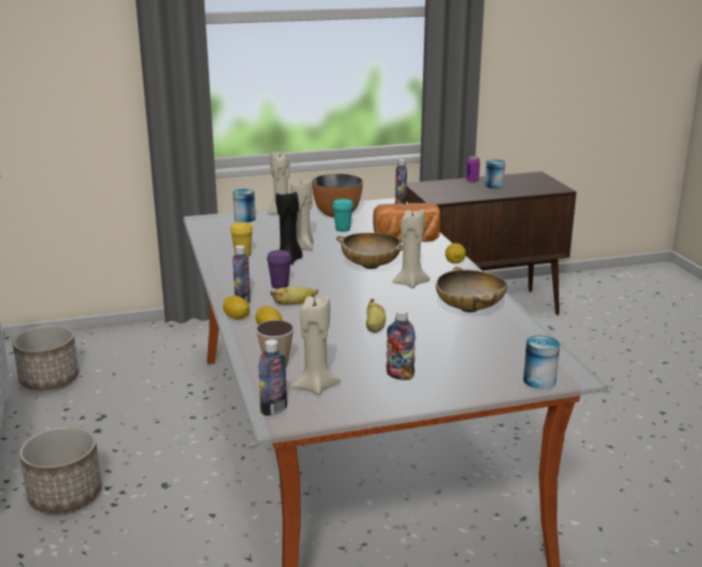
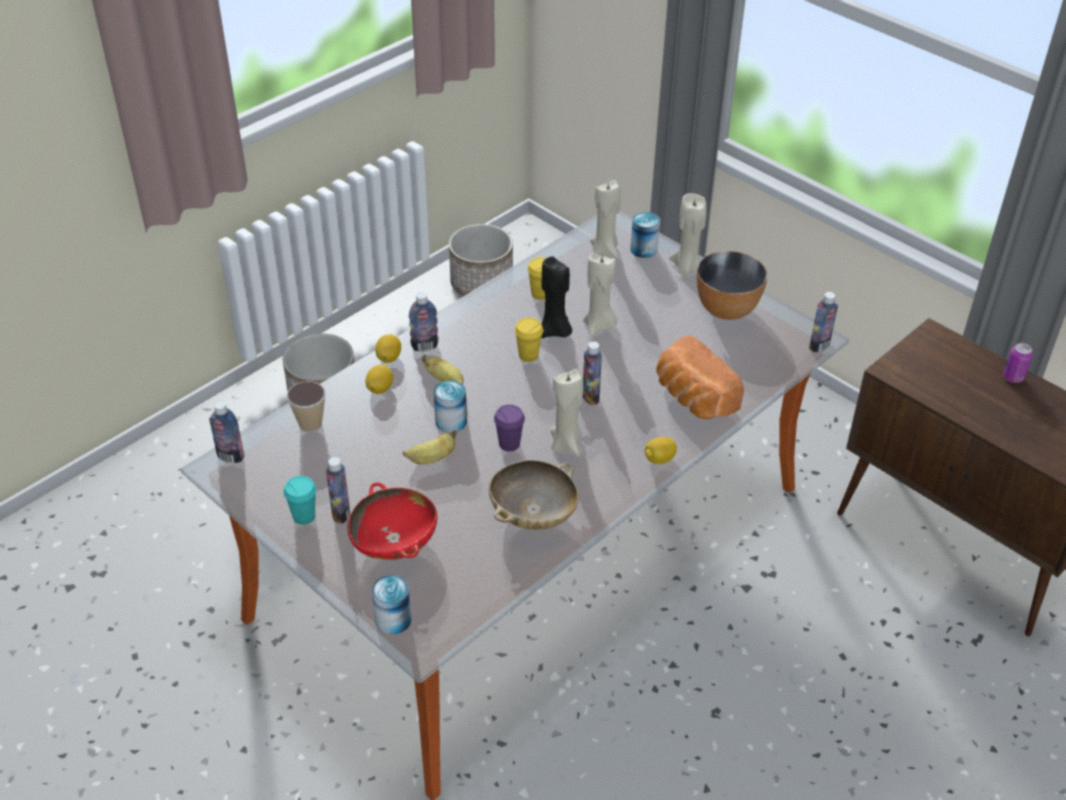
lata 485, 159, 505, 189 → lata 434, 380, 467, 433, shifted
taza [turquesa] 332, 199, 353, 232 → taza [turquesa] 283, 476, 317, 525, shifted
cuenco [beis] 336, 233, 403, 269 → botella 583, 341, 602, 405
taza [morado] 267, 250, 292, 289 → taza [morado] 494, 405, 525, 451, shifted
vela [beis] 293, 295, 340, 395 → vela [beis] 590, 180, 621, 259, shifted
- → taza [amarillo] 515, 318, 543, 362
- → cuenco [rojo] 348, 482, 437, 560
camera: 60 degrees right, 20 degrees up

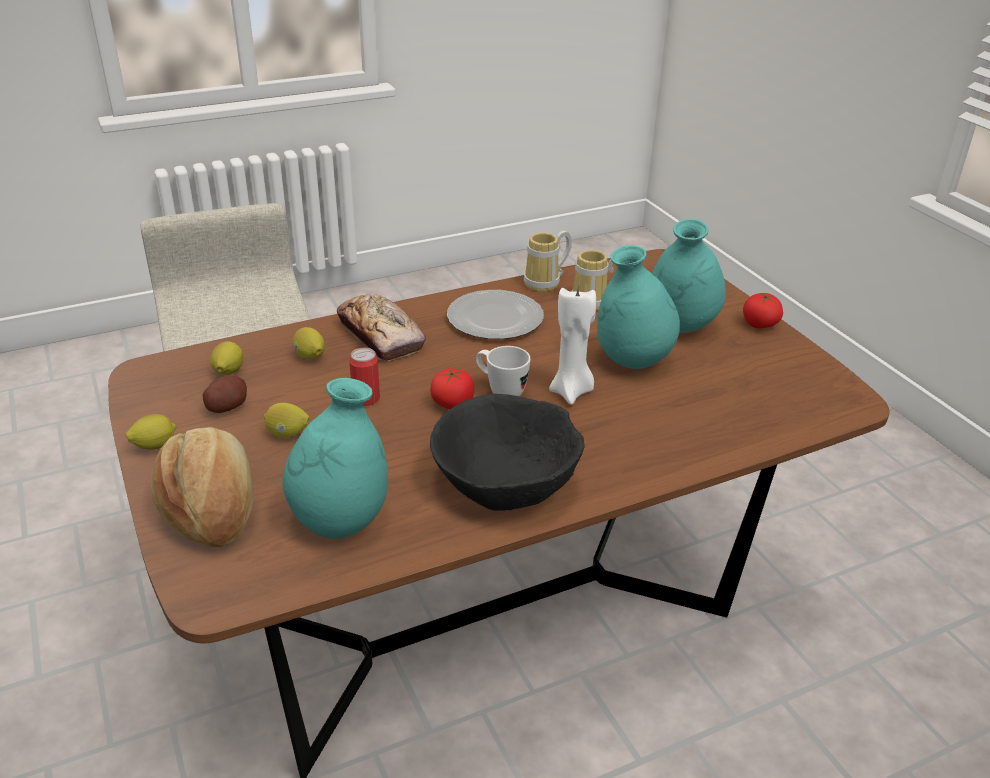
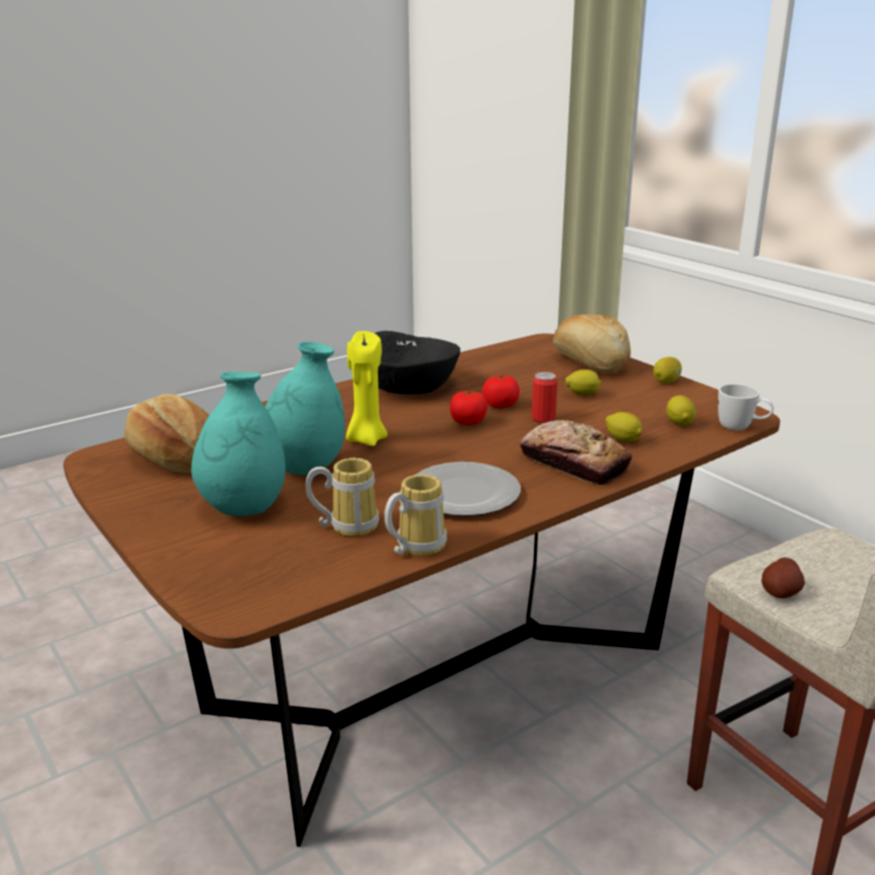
vela [blanco] 549, 286, 596, 405 → vela [amarillo] 346, 331, 387, 446
tomate 743, 293, 783, 328 → tomate 482, 374, 520, 408, shifted
taza grande [blanco] 476, 346, 530, 396 → taza grande [blanco] 718, 384, 774, 431, shifted
patata 203, 376, 247, 413 → patata 762, 557, 805, 598, shifted
florero [turquesa] 283, 378, 388, 539 → -
- → pan 124, 394, 209, 473
camera: 170 degrees right, 10 degrees down

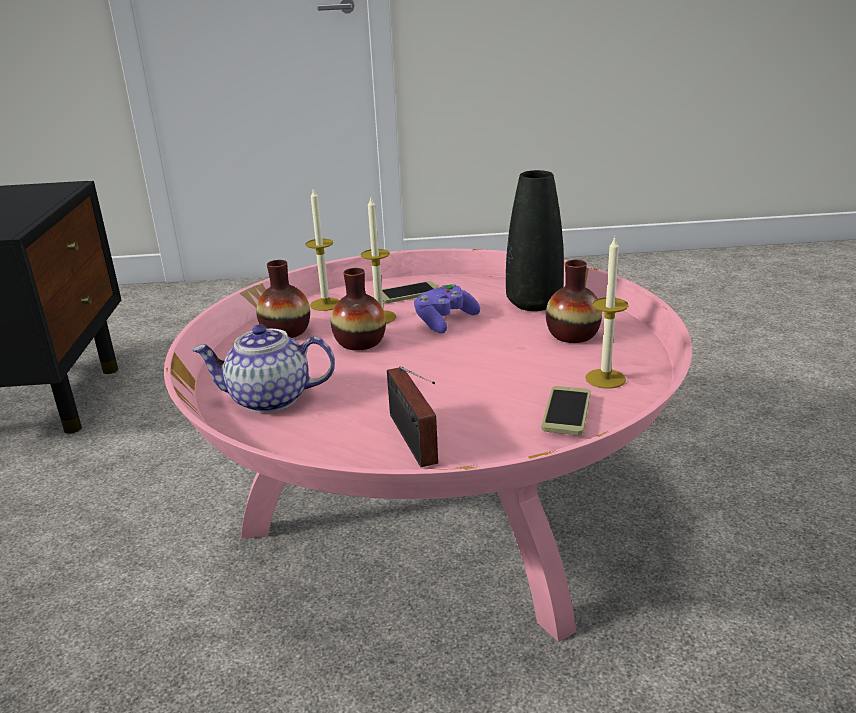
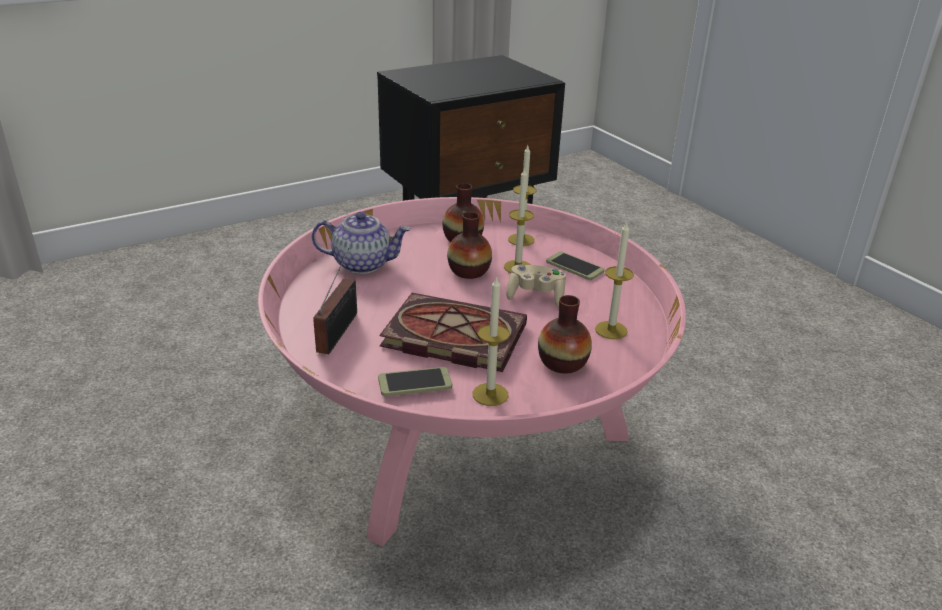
florero [negro] 506, 170, 564, 311 → vela 595, 222, 634, 339
mando de consola [morado] 414, 284, 480, 333 → mando de consola [beis] 506, 264, 566, 307
tetera 192, 324, 335, 413 → tetera 312, 212, 411, 274, 120 degrees clockwise
radio 387, 367, 438, 467 → radio 313, 248, 357, 354, 150 degrees clockwise
- → libro 379, 293, 527, 372
camera: 60 degrees right, 5 degrees up

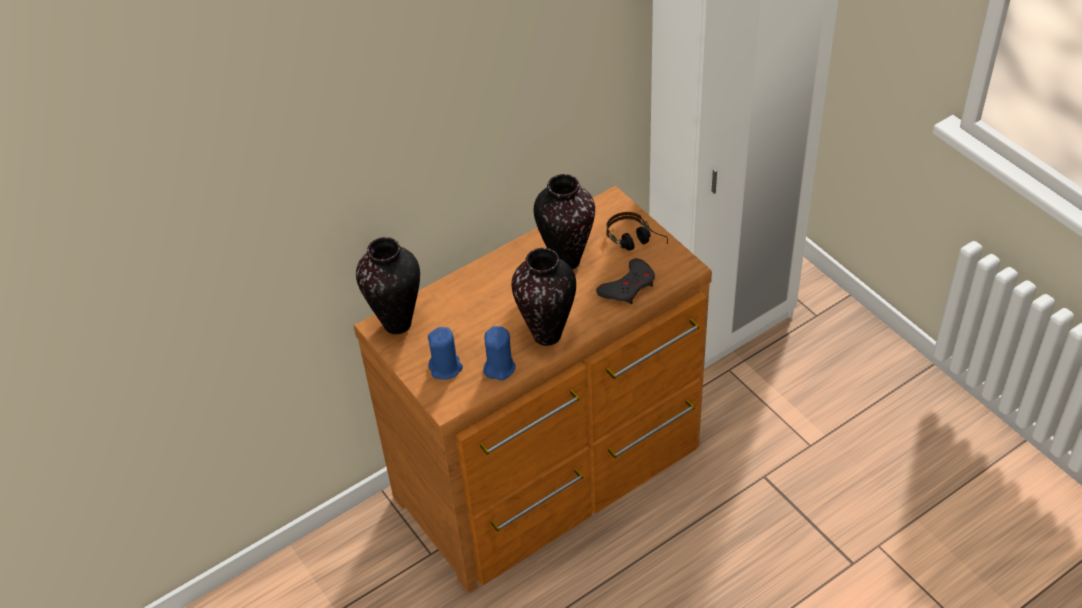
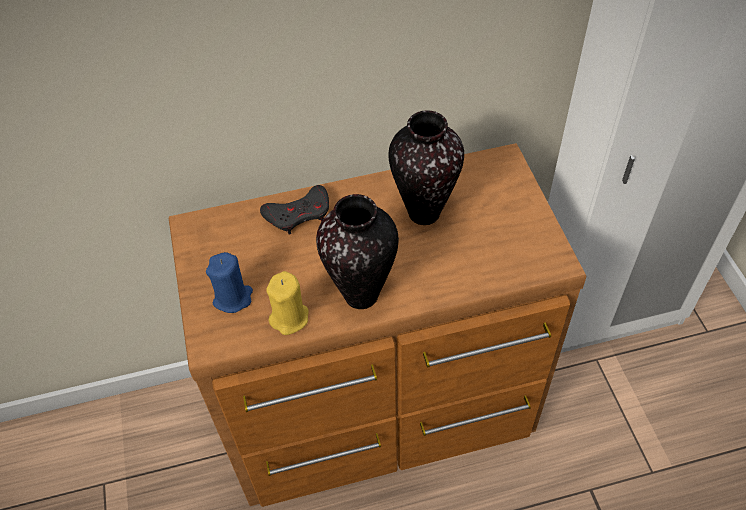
auriculares 606, 212, 668, 251 → -
florero 356, 237, 420, 334 → -
mando de consola [gris] 596, 258, 655, 304 → mando de consola [gris] 260, 185, 329, 234, shifted
vela [azul] 483, 326, 516, 381 → vela [amarillo] 266, 271, 309, 335
camera: 20 degrees right, 5 degrees up

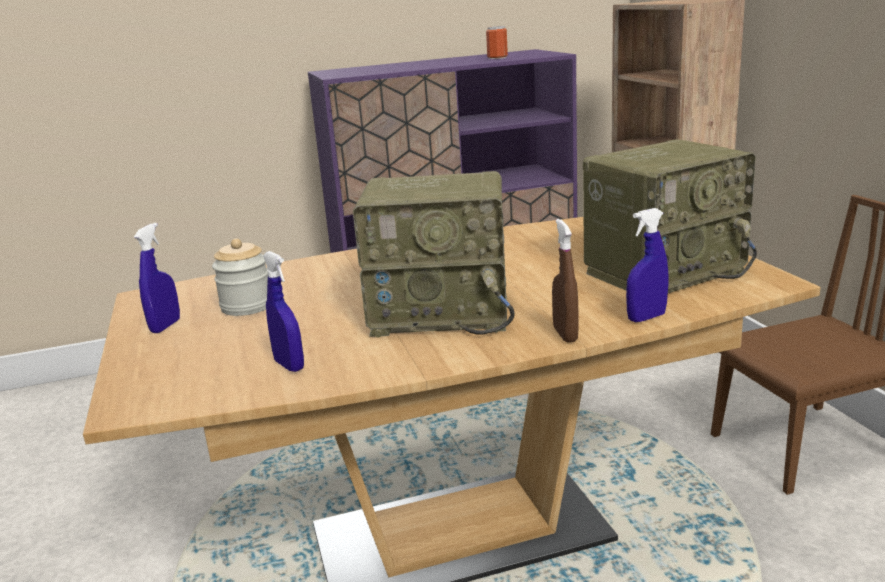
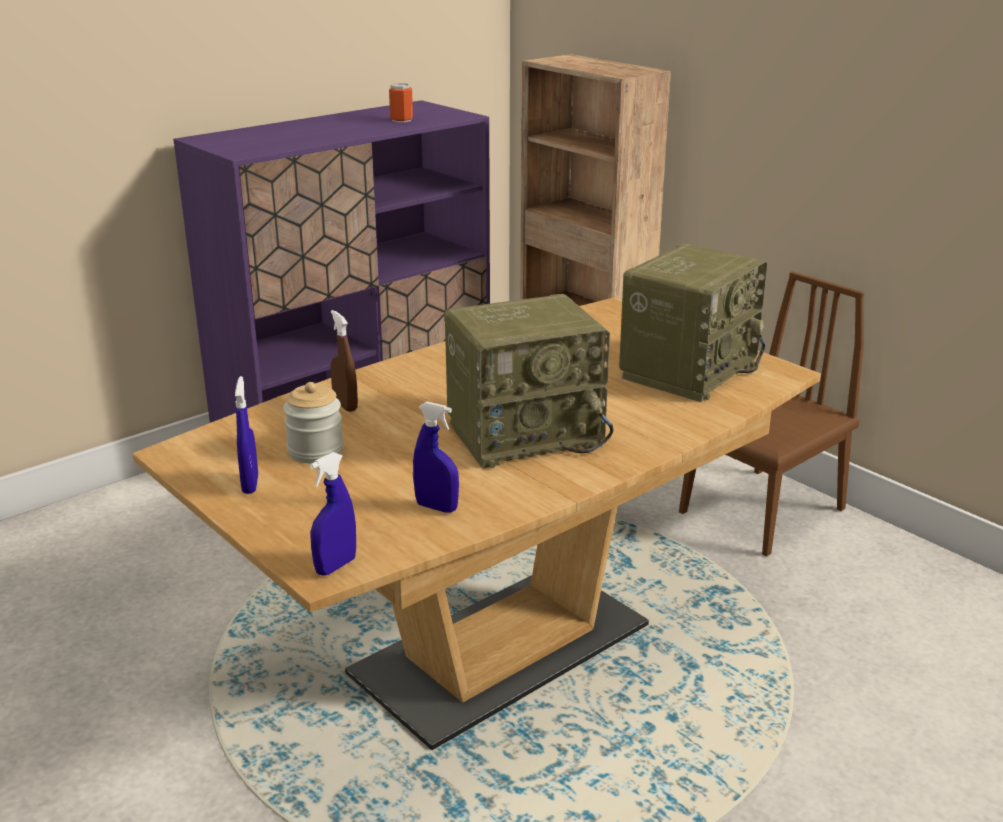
pulverizador [azul] 626, 208, 669, 322 → pulverizador [azul] 310, 452, 356, 576, shifted
pulverizador [marrón] 552, 219, 579, 343 → pulverizador [marrón] 330, 310, 358, 412, shifted
camera: 25 degrees left, 5 degrees up

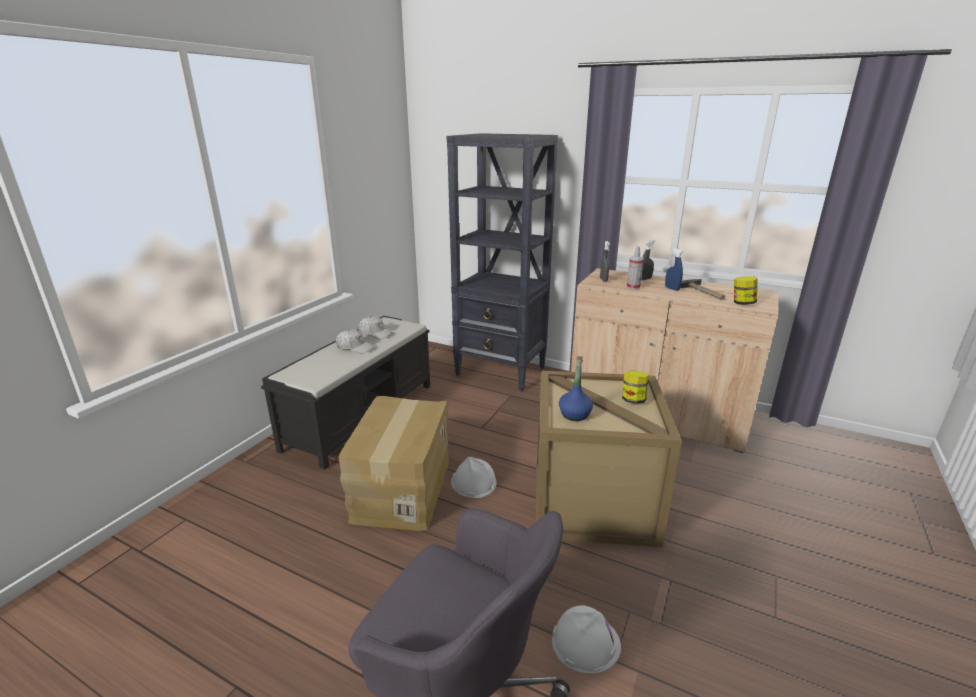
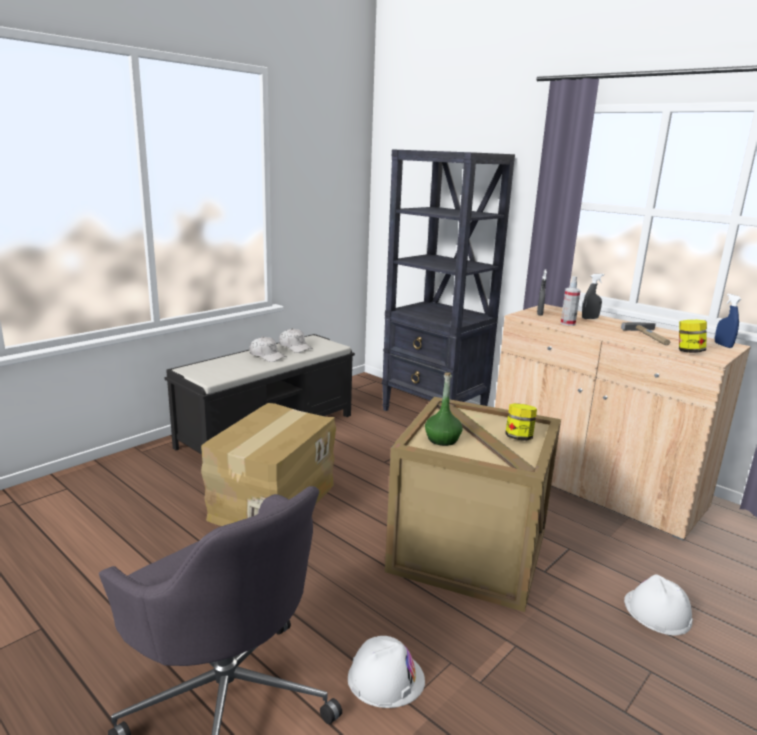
pulverizador [azul] 665, 247, 683, 291 → pulverizador [azul] 715, 294, 742, 348, shifted
botella [azul] 559, 356, 593, 421 → botella [verde] 425, 372, 463, 446
casco [blanco] 451, 457, 496, 498 → casco [blanco] 624, 574, 693, 636, shifted
camera: 15 degrees right, 5 degrees down

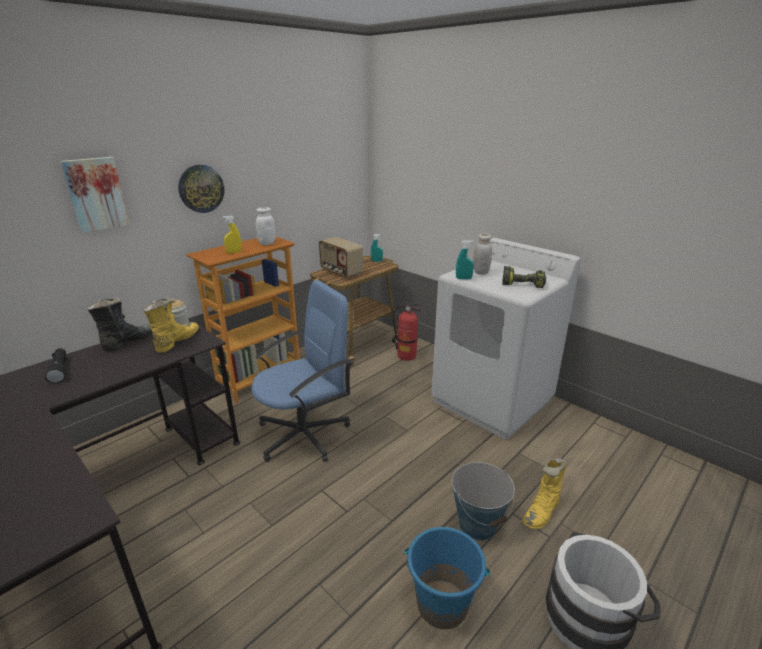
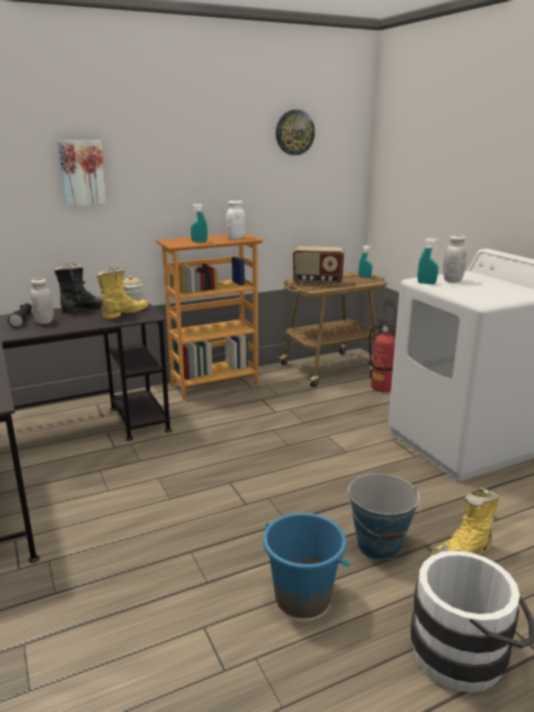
reloj de pared 178, 165, 224, 213 → reloj de pared 276, 110, 315, 155, shifted
pulverizador [amarillo] 222, 215, 242, 253 → pulverizador [turquesa] 191, 204, 207, 242
radio 319, 237, 363, 278 → radio 293, 246, 344, 285, 60 degrees counterclockwise
taladro 502, 266, 546, 288 → -
silla de oficina [azul] 251, 280, 352, 462 → -
- → tarro [blanco] 31, 278, 54, 324
camera: 20 degrees right, 5 degrees down

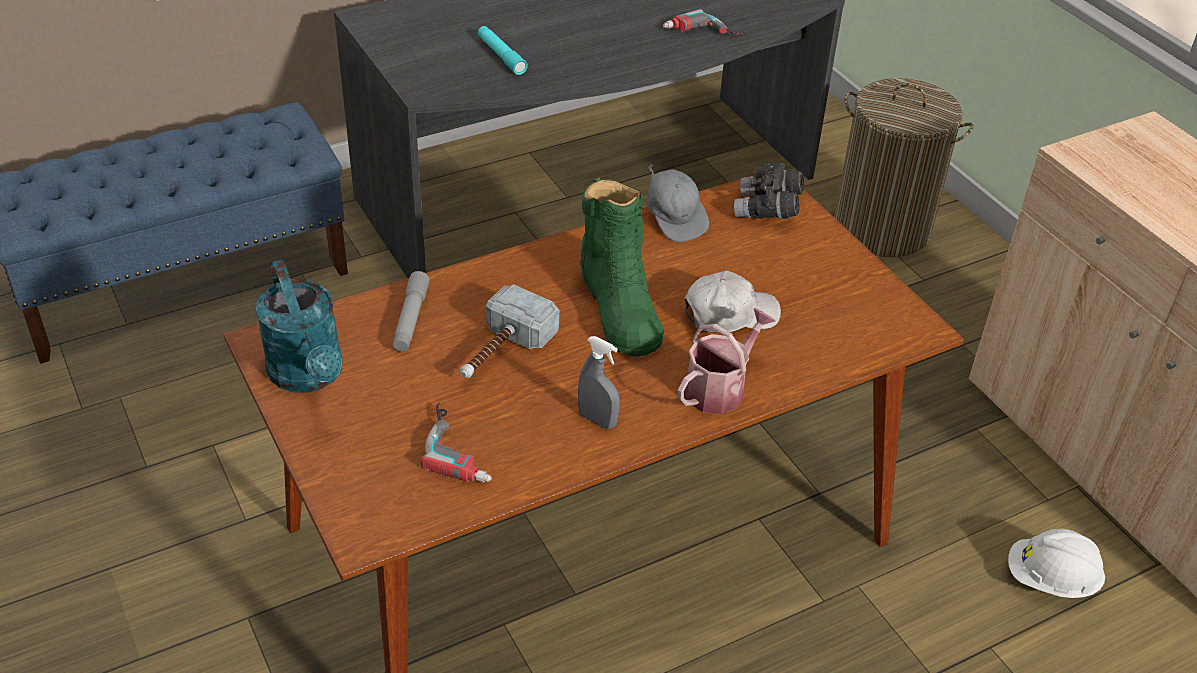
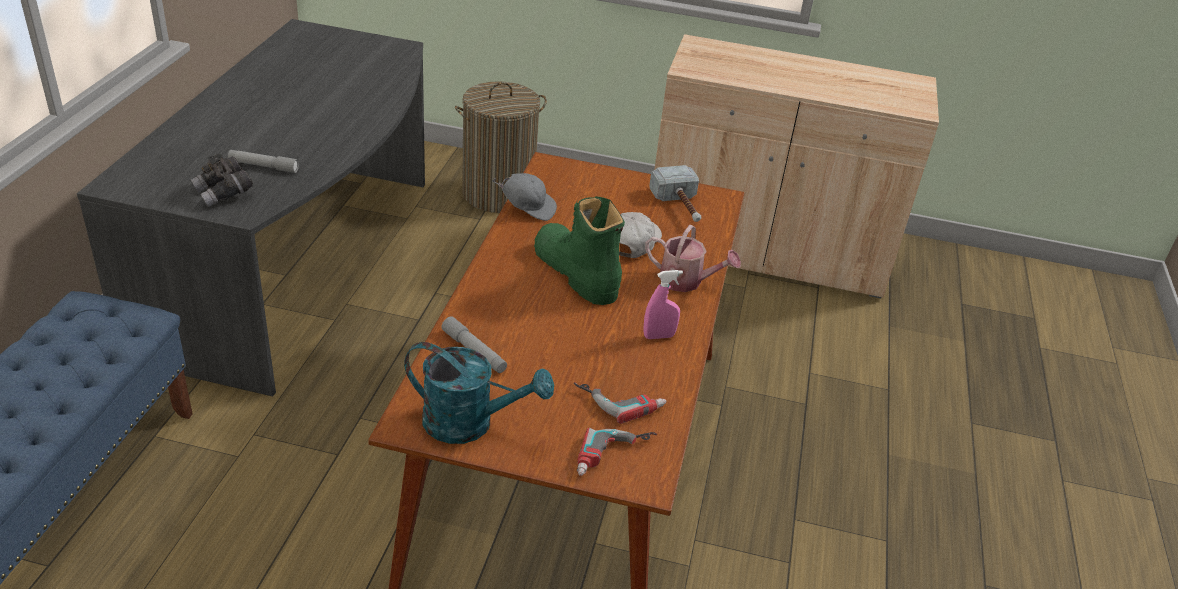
taladro 663, 9, 744, 37 → taladro 577, 428, 657, 476, shifted
linterna [turquesa] 478, 26, 528, 75 → linterna [gris] 228, 150, 299, 173
prismáticos [gris] 734, 161, 804, 219 → prismáticos [gris] 190, 154, 253, 207, shifted
bota [verde] 580, 178, 664, 357 → bota [verde] 534, 196, 625, 305, 150 degrees counterclockwise
martillo 460, 284, 559, 378 → martillo 649, 165, 701, 222, shifted
regadera 678, 308, 775, 415 → regadera 645, 225, 741, 292, 120 degrees clockwise
pulverizador [gris] 578, 336, 620, 429 → pulverizador [rosa] 644, 270, 683, 339
casco [blanco] 1008, 529, 1105, 598 → -
camera: 50 degrees left, 5 degrees down

